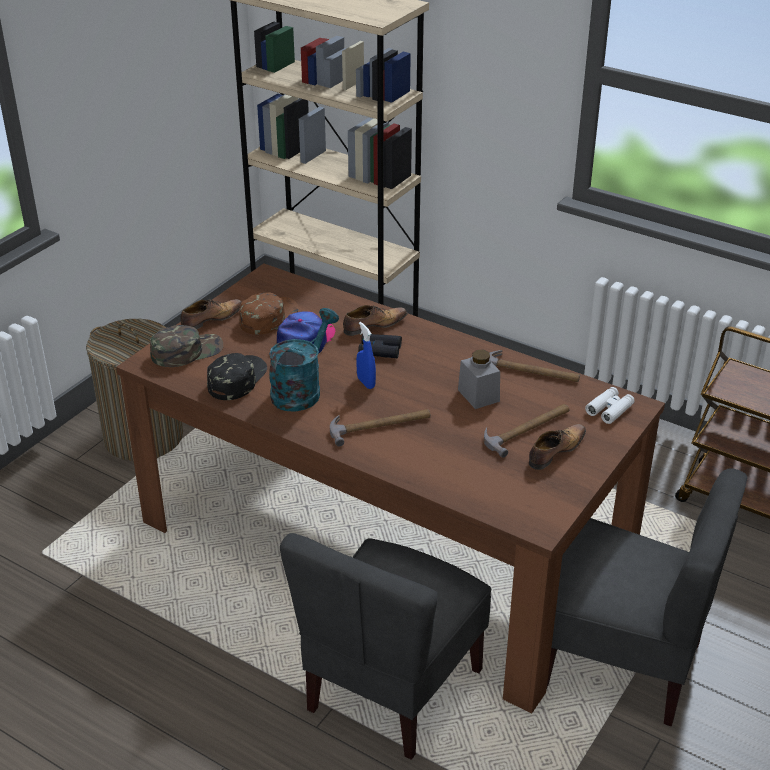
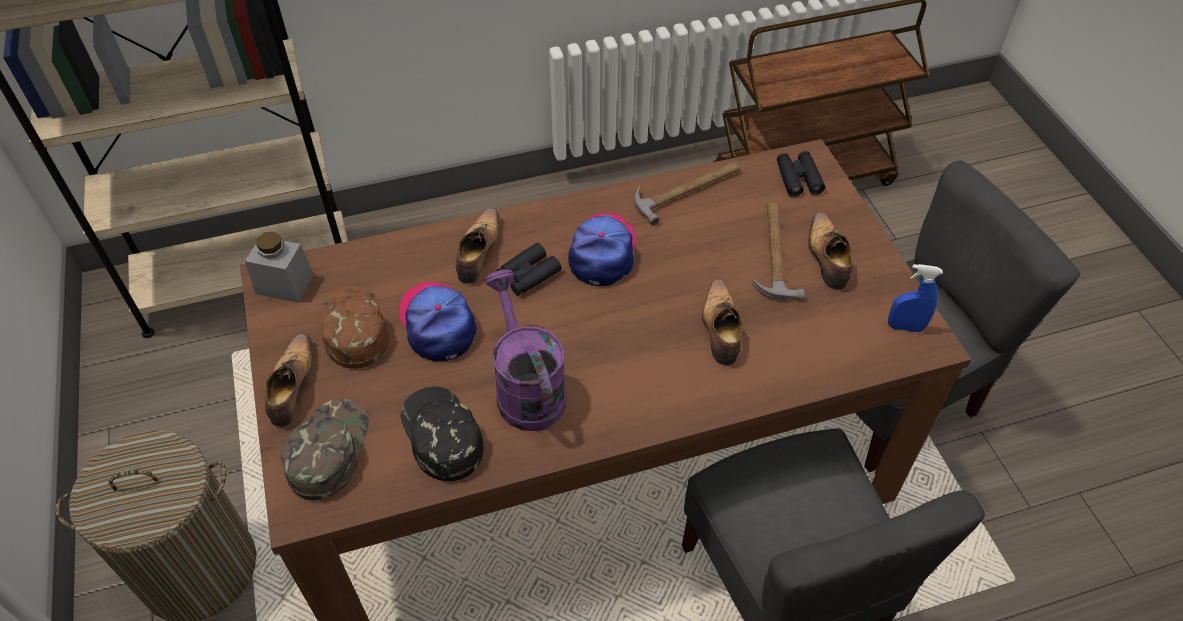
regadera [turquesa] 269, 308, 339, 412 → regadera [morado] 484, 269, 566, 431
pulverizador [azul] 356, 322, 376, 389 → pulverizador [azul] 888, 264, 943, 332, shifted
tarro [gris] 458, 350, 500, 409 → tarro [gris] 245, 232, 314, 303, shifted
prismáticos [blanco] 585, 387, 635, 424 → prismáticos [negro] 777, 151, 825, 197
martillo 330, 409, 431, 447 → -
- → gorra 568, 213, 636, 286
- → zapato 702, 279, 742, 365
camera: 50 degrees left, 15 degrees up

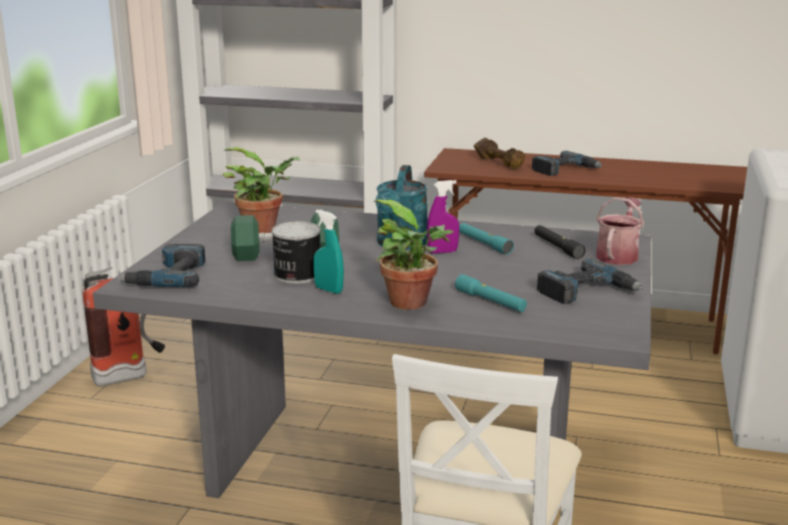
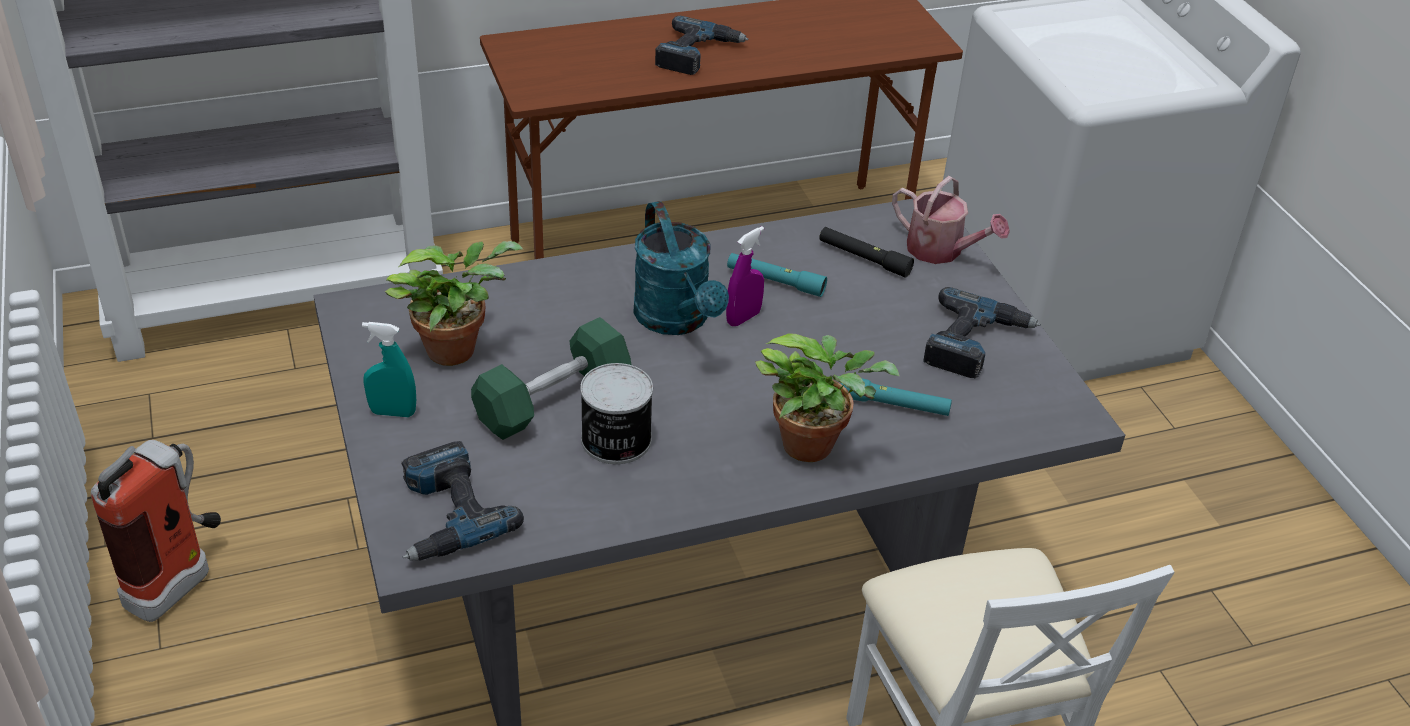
mancuerna [marrón] 474, 138, 525, 169 → -
regadera 596, 197, 644, 265 → regadera 892, 176, 1010, 264, 135 degrees clockwise
pulverizador [turquesa] 313, 210, 344, 294 → pulverizador [turquesa] 362, 322, 416, 417, shifted
camera: 35 degrees left, 20 degrees up

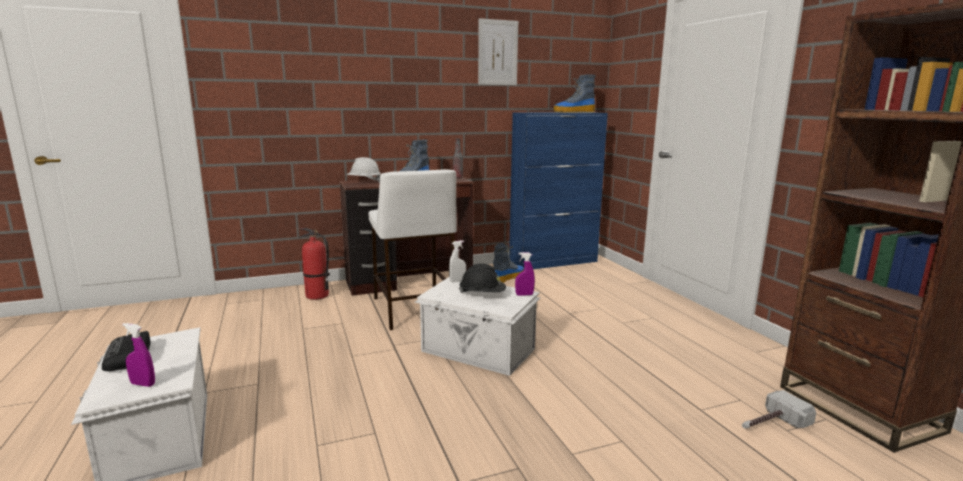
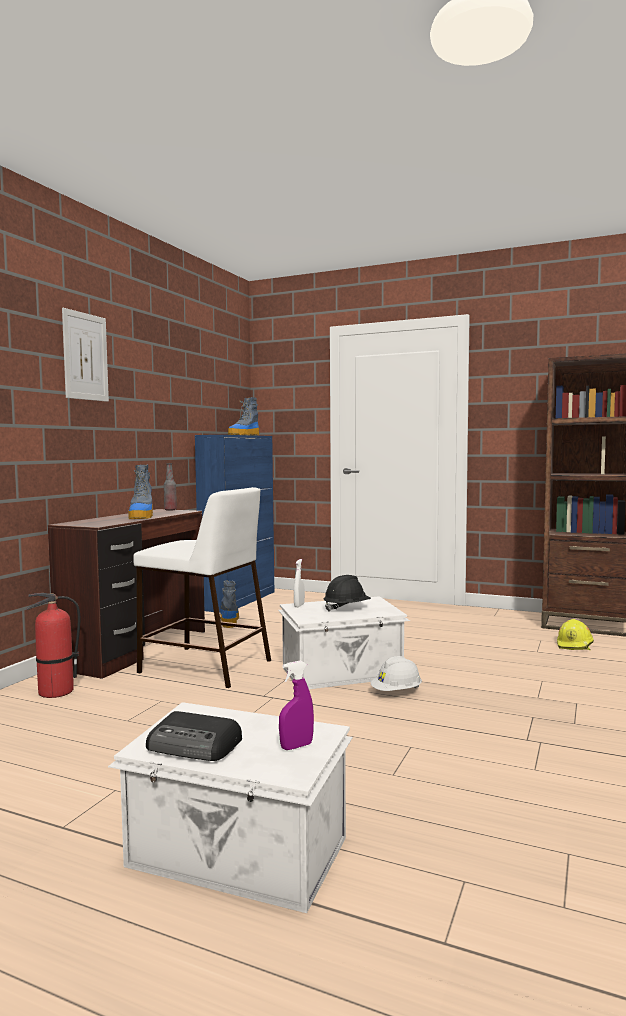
cuadro 478, 18, 518, 85 → cuadro 62, 308, 109, 402, shifted
casco [blanco] 346, 157, 381, 182 → casco [blanco] 370, 656, 422, 691, shifted
pulverizador [morado] 515, 252, 535, 296 → -
martillo 742, 390, 816, 428 → casco [amarillo] 557, 619, 594, 650
camera: 45 degrees left, 10 degrees down

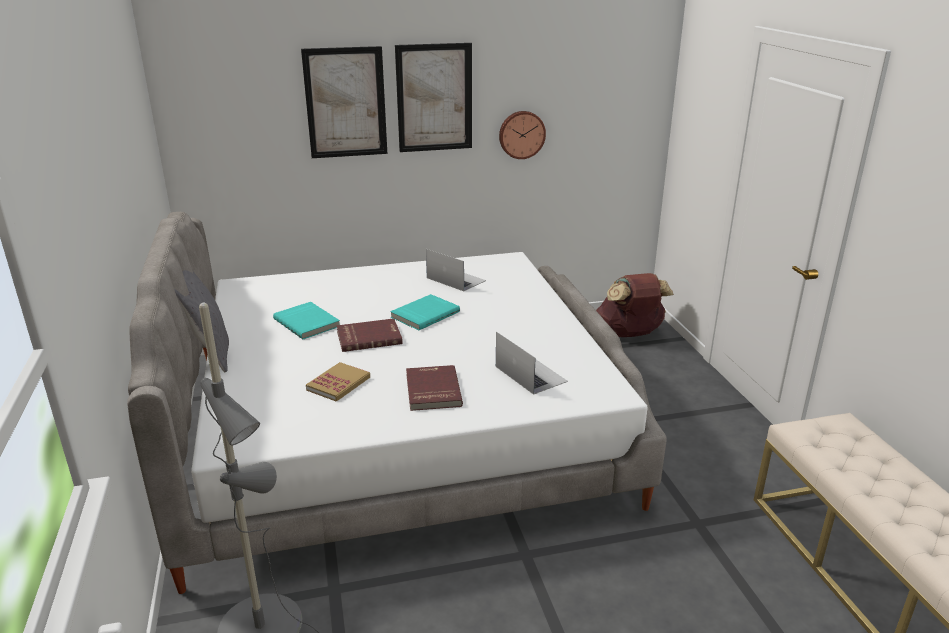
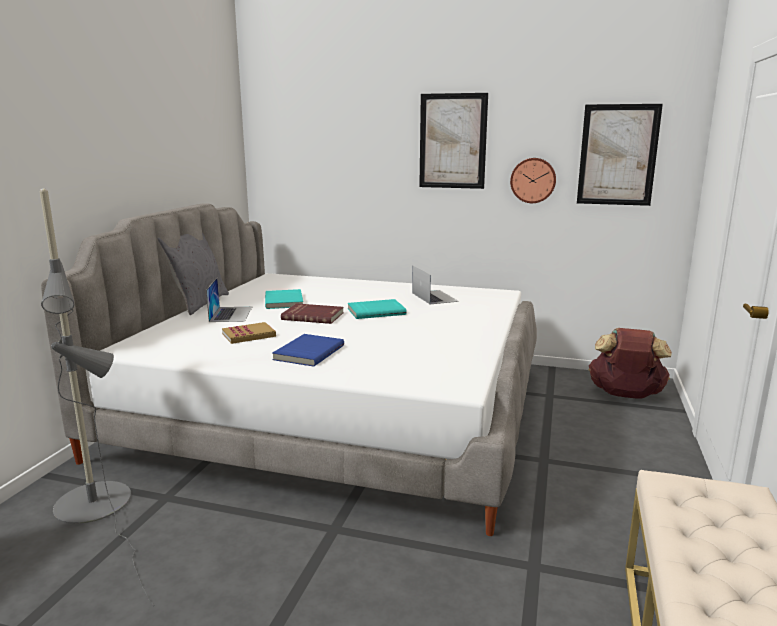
cuadro 301, 46, 387, 158 → cuadro 577, 104, 663, 206, shifted
portátil 496, 332, 568, 395 → portátil 206, 278, 252, 322, shifted
libro [rojo] 406, 365, 463, 411 → libro [azul] 272, 334, 344, 367
camera: 30 degrees right, 10 degrees down

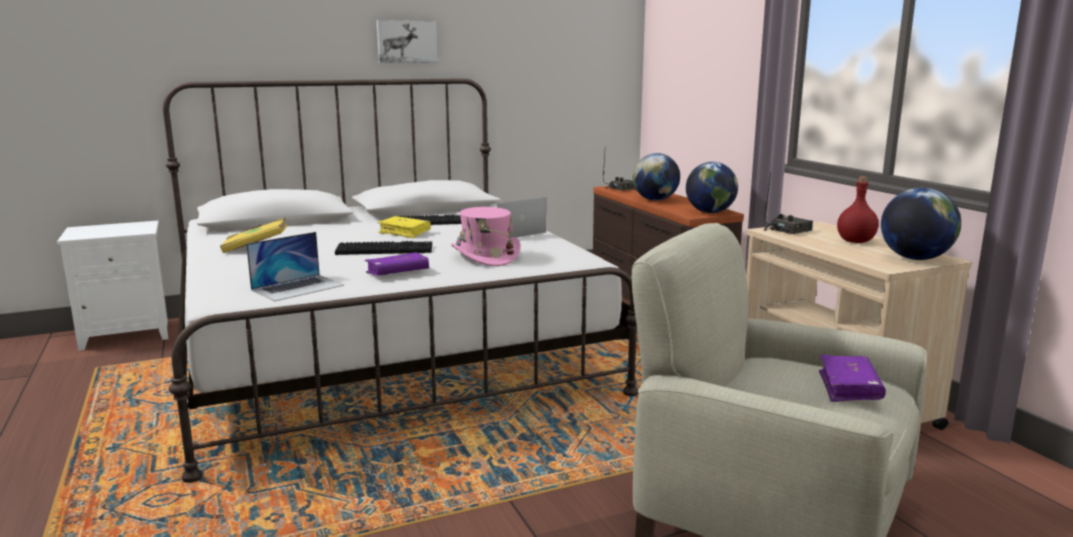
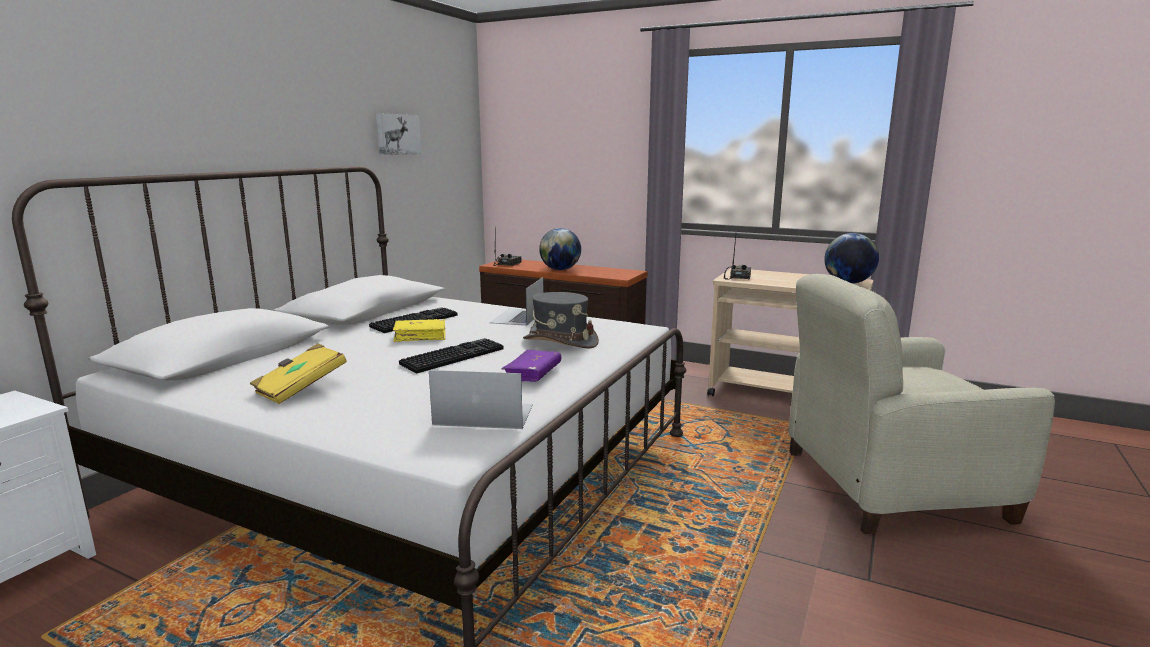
cuadro 377, 20, 438, 63 → cuadro 376, 113, 422, 155, shifted
globo terráqueo 686, 162, 738, 213 → -
botella [rojo] 837, 176, 879, 243 → -
sombrero [rosa] 451, 207, 521, 266 → sombrero [gris] 523, 292, 599, 348
portátil 246, 232, 344, 301 → portátil 429, 370, 533, 429, 90 degrees counterclockwise
libro [morado] 819, 355, 886, 402 → -
camera: 40 degrees left, 0 degrees up

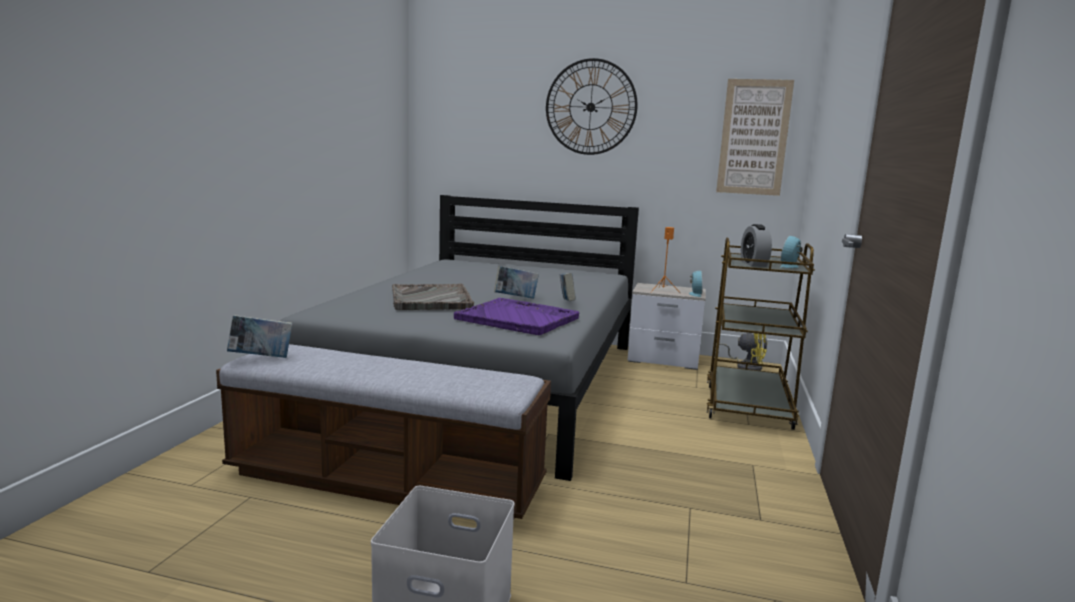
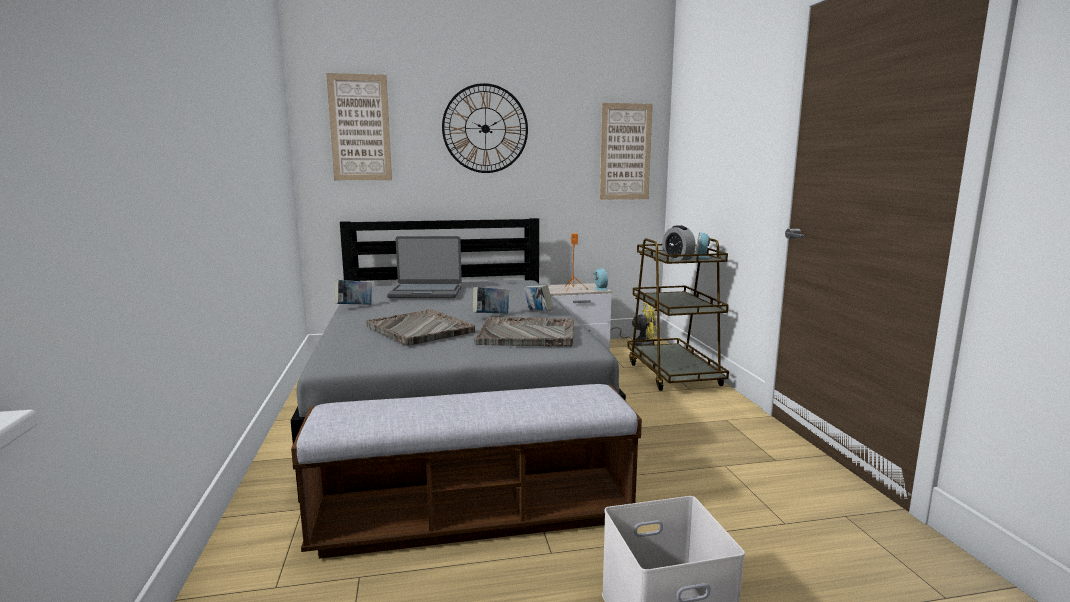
bandeja [morado] 454, 298, 579, 335 → bandeja [gris] 474, 317, 574, 346
libro 227, 315, 292, 358 → libro 335, 280, 372, 305, shifted
- → cuadro 326, 73, 392, 180
- → portátil 387, 236, 462, 298
camera: 25 degrees left, 0 degrees up

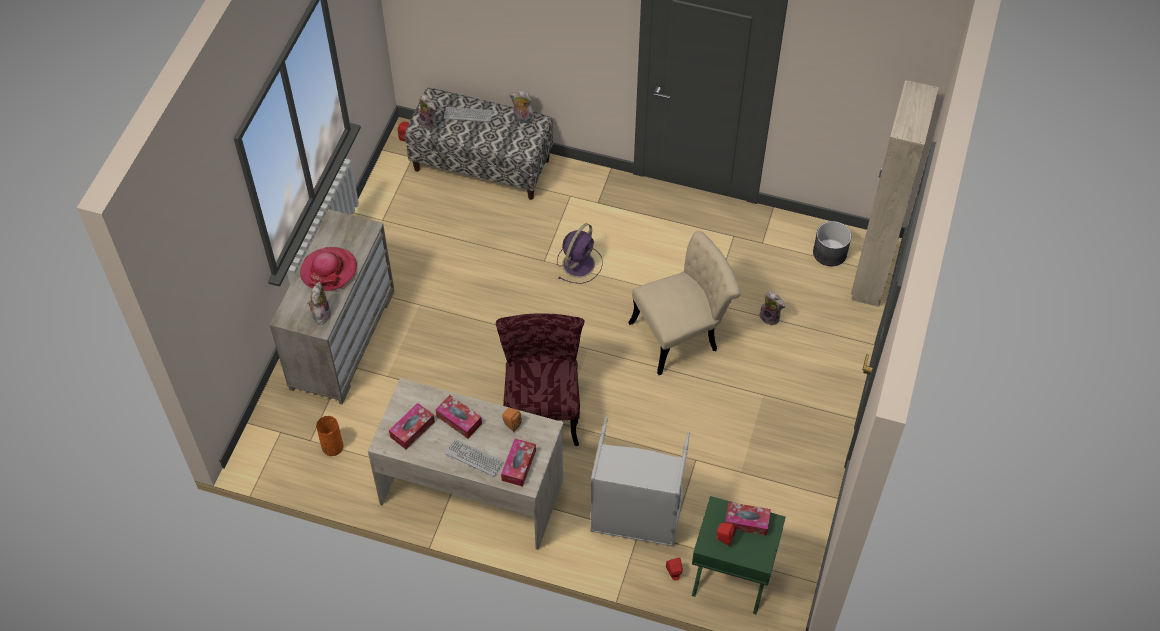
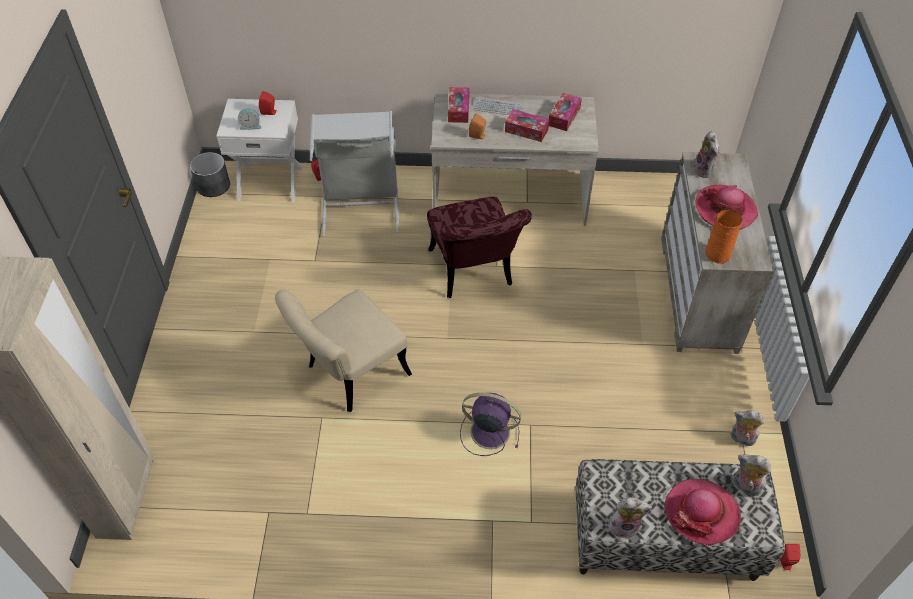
teclado 444, 107, 493, 122 → sombrero 664, 479, 741, 546
maceta [gris] 813, 221, 851, 266 → maceta [gris] 190, 152, 230, 197, shifted
ventilador [morado] 557, 223, 603, 284 → ventilador [morado] 460, 393, 521, 456, 90 degrees clockwise
peluche 759, 292, 785, 326 → peluche 731, 410, 764, 446, shifted
florero [naranja] 316, 416, 343, 456 → florero [naranja] 705, 210, 742, 264, shifted
mesita de noche [verde] 692, 496, 786, 615 → mesita de noche [blanco] 216, 99, 303, 203
caja de pañuelos 725, 502, 771, 536 → despertador 238, 108, 261, 130
camera: 165 degrees right, 5 degrees down

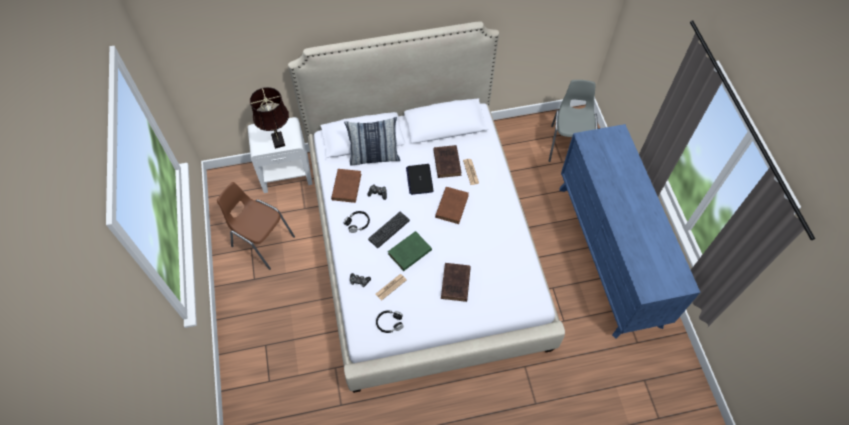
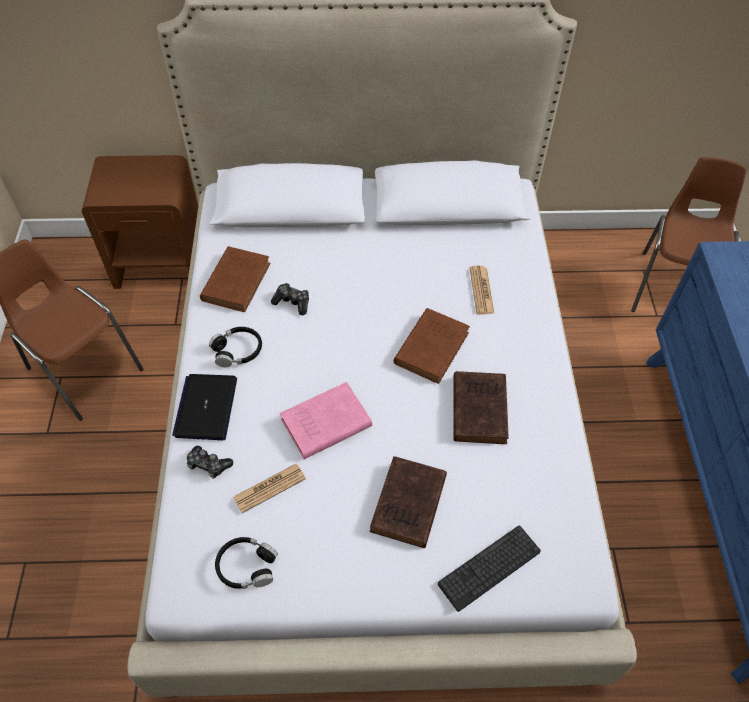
silla [gris] 548, 80, 598, 162 → silla [marrón] 631, 157, 747, 312
lámpara de mesa [marrón] 250, 87, 289, 149 → -
mesita de noche [blanco] 248, 117, 312, 193 → mesita de noche [marrón] 82, 155, 198, 289
cojín 344, 117, 400, 166 → -
libro [marrón] 433, 145, 462, 178 → libro [marrón] 453, 371, 509, 444, shifted
portátil 406, 164, 434, 195 → portátil 172, 374, 237, 440, shifted
teclado 368, 212, 410, 248 → teclado 438, 526, 541, 612, shifted
libro [verde] 388, 231, 432, 271 → libro [rosa] 280, 382, 372, 459
camera: 10 degrees right, 5 degrees down

